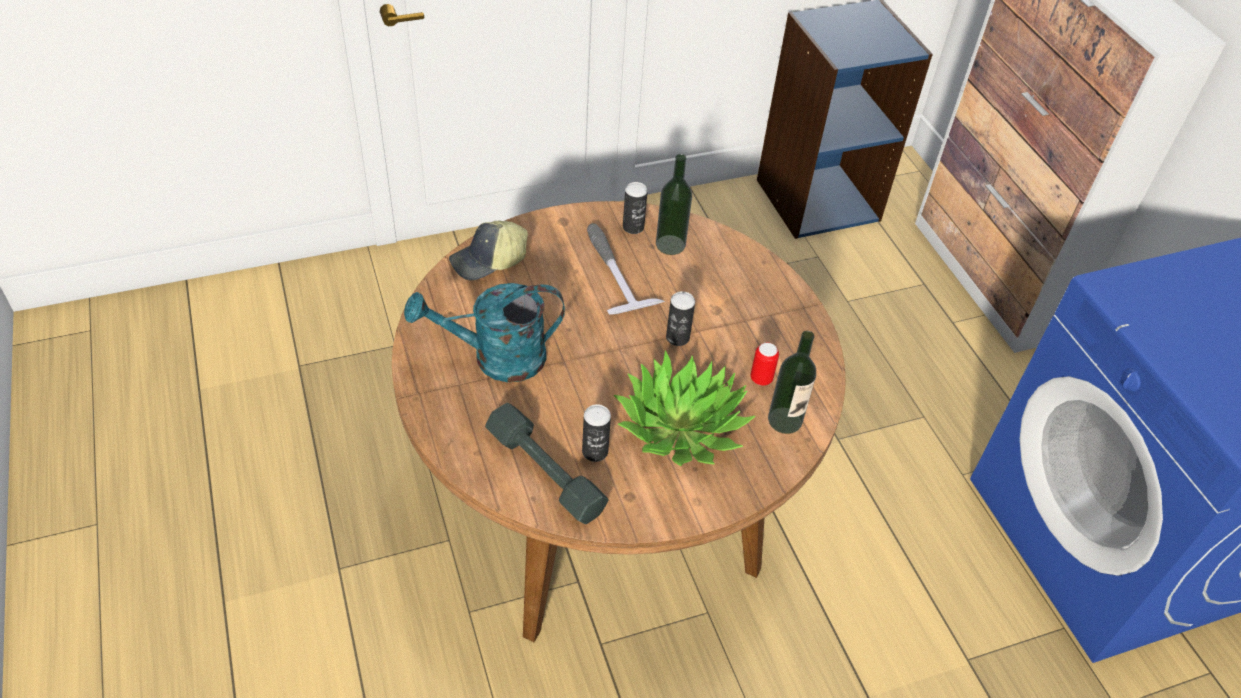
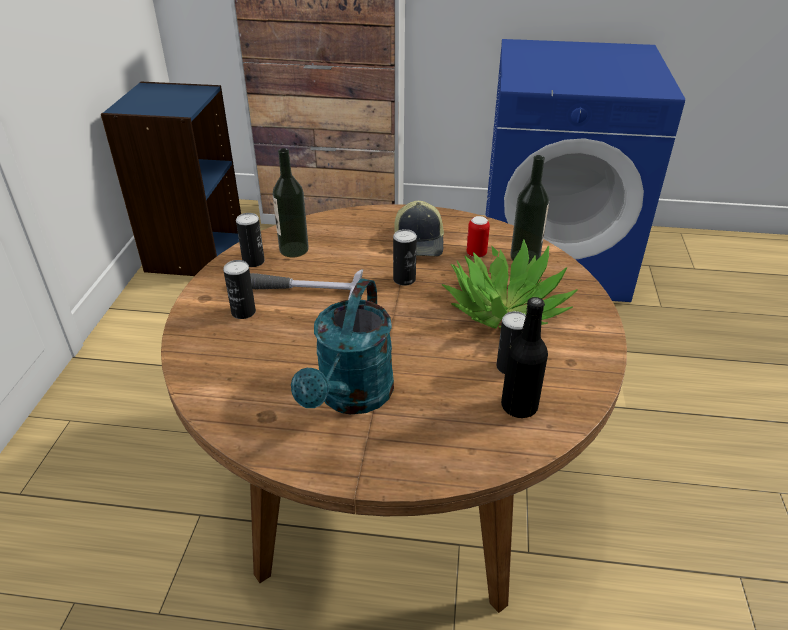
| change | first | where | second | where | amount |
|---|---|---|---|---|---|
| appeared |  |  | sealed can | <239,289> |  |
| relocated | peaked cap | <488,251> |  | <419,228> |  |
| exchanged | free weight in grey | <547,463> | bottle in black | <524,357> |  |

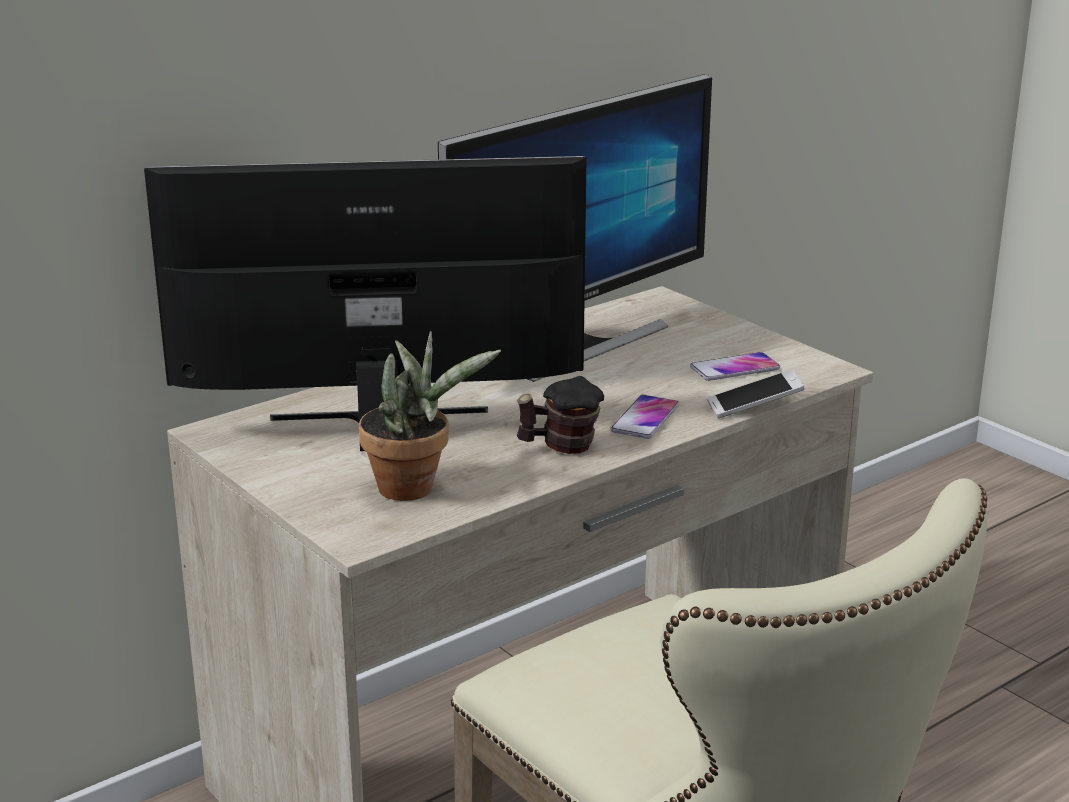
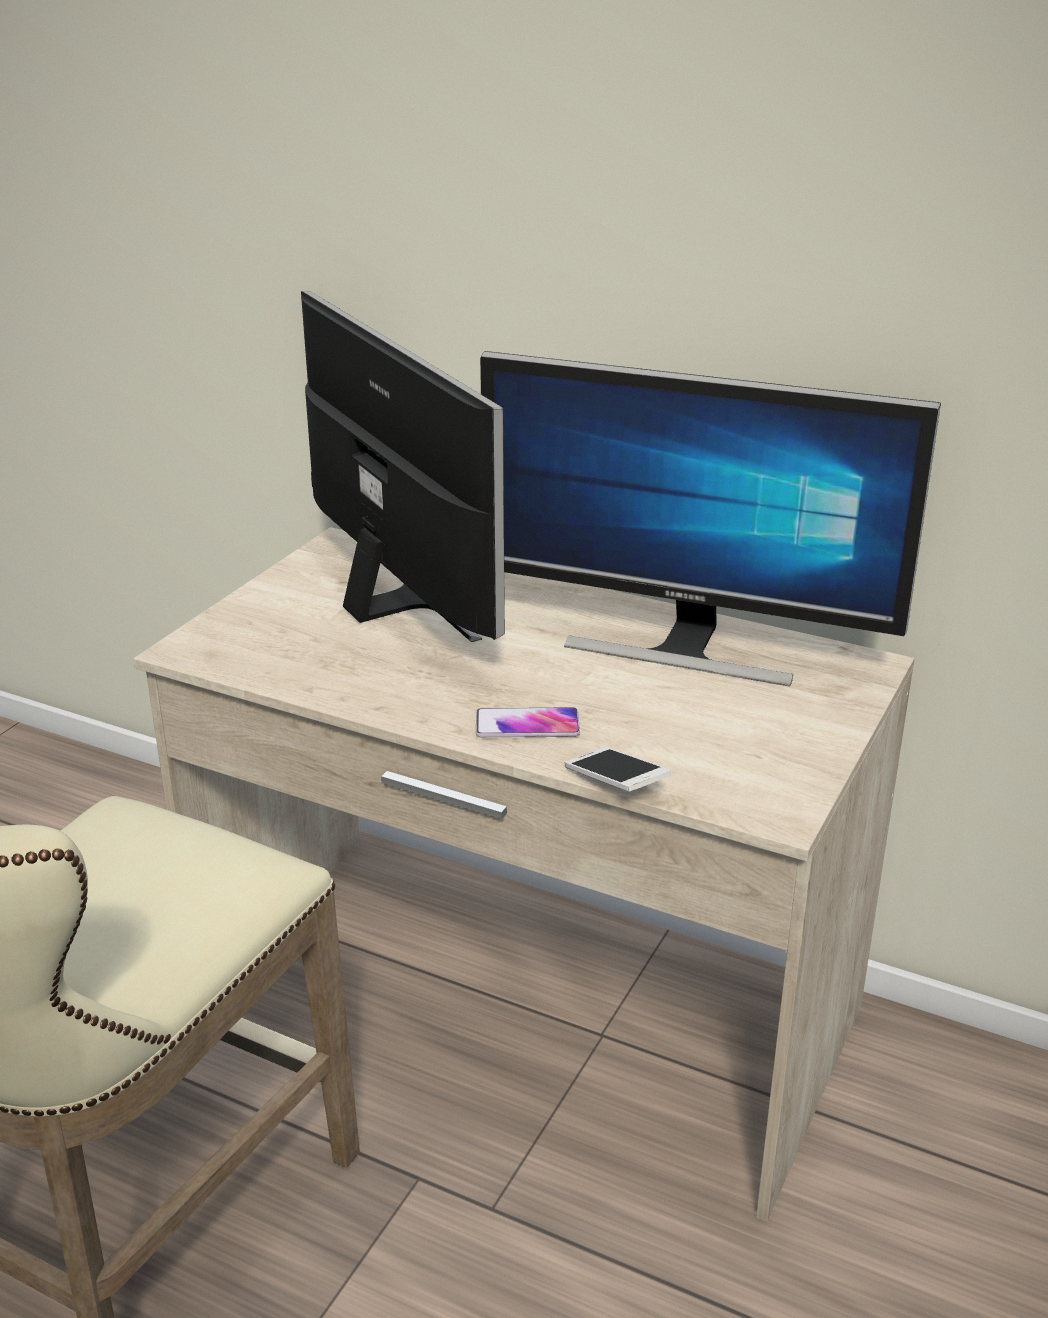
| change | first | where | second | where | amount |
|---|---|---|---|---|---|
| missing | houseplant | <430,416> |  |  |  |
| missing | mug | <560,415> |  |  |  |
| missing | phone | <735,366> |  |  |  |

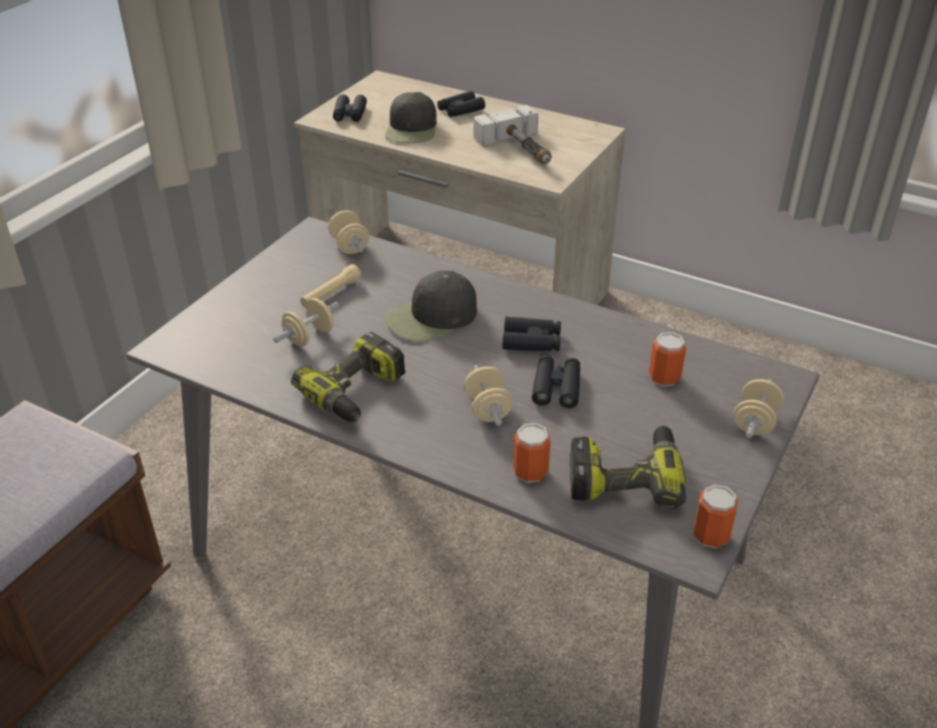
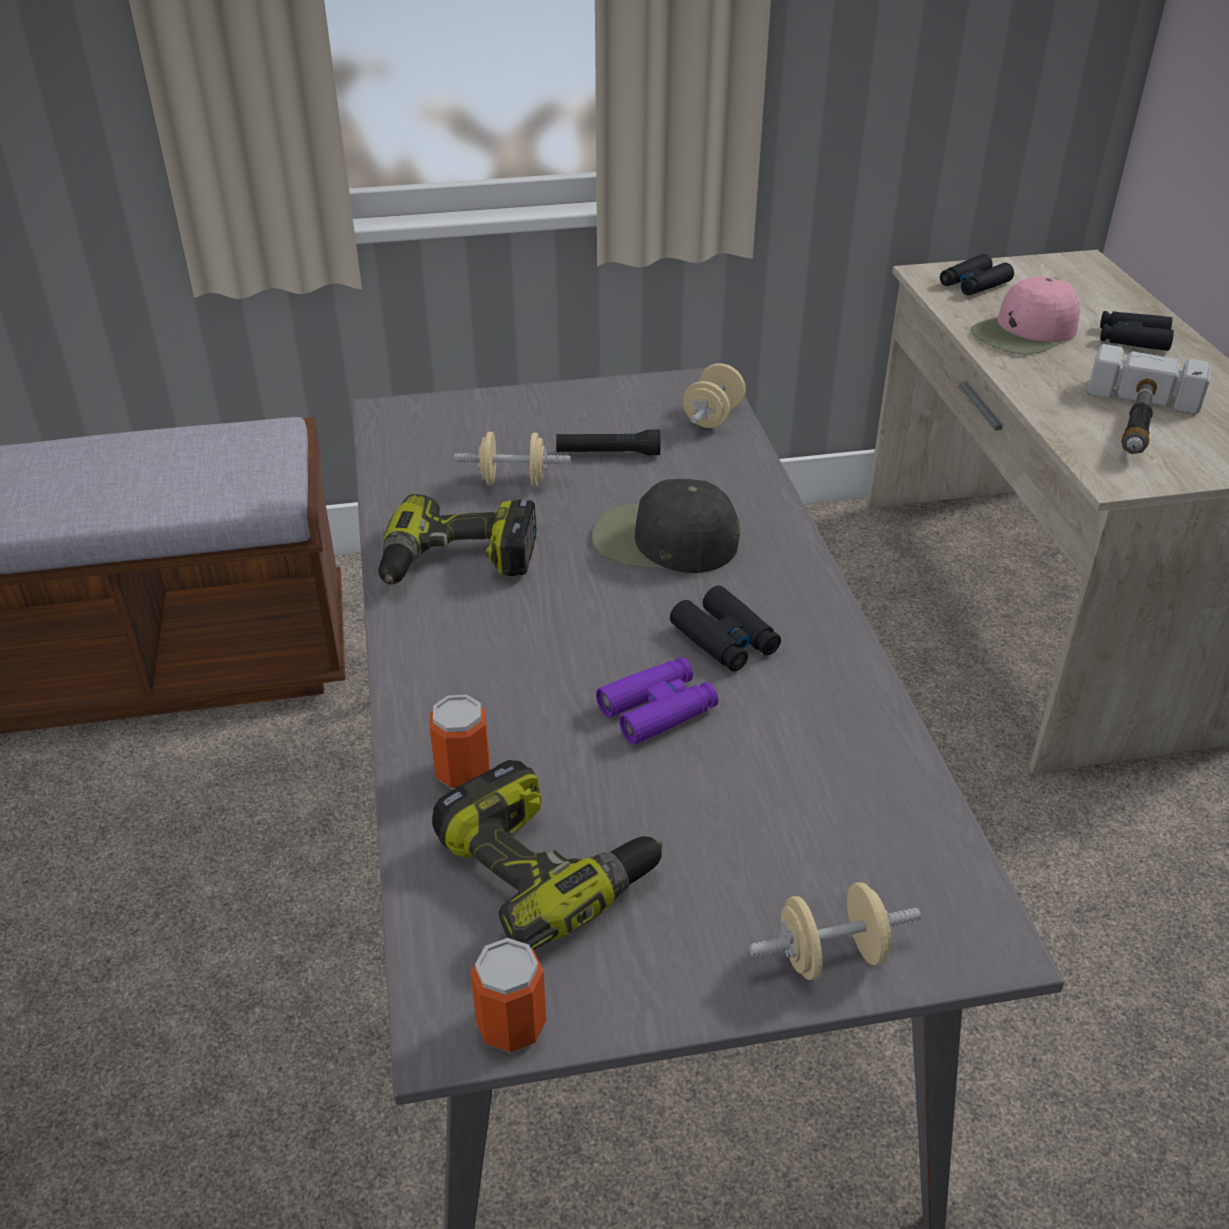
| change | first | where | second | where | amount |
|---|---|---|---|---|---|
| missing | free weight in sand-coloured | <488,395> |  |  |  |
| missing | sealed can | <667,359> |  |  |  |
| colour | hand torch in sand-coloured | <331,286> | hand torch in black | <608,442> |  |
| colour | peaked cap in black | <411,117> | peaked cap in pinkish | <1025,315> |  |
| colour | pair of binoculars in black | <556,382> | pair of binoculars in purple-coloured | <657,701> |  |

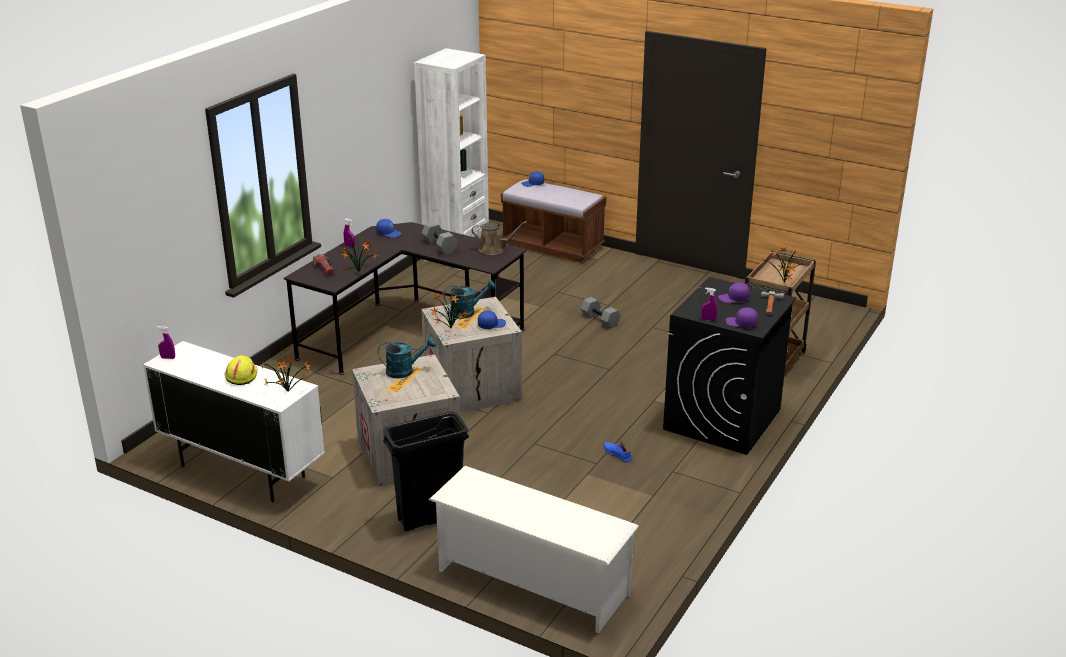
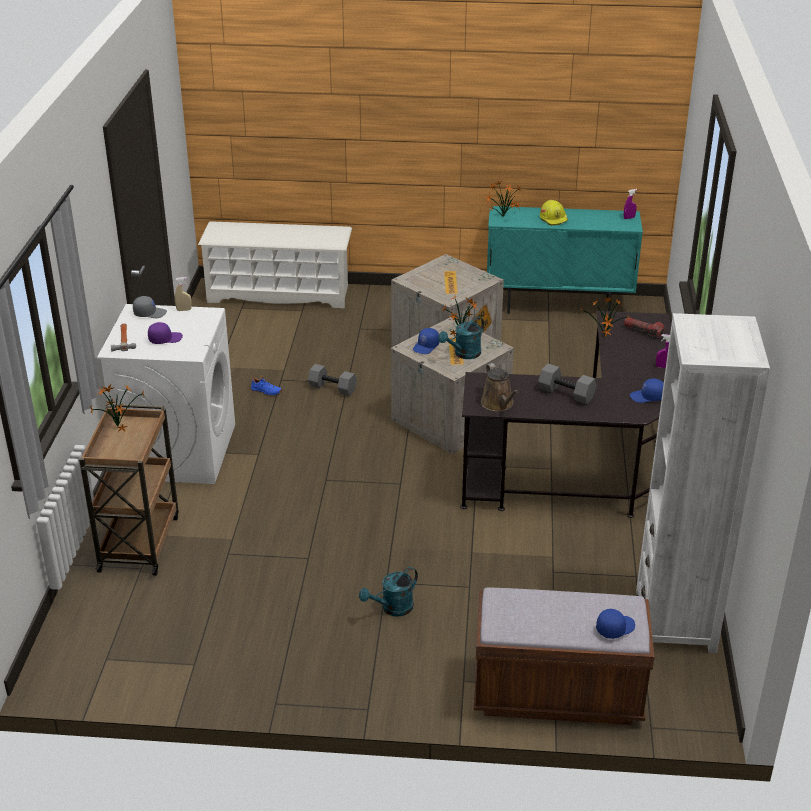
| change | first | where | second | where | amount |
|---|---|---|---|---|---|
| missing | rubbish bin in black | <426,471> |  |  |  |
| relocated | sprinkling can in turquoise-coloured | <407,357> |  | <388,592> |  |
| relocated | free weight in grey | <601,313> |  | <332,380> |  |
| colour | storage cabinet in white | <234,421> | storage cabinet in turquoise-coloured | <565,260> |  |
| colour | laundry machine in black | <729,366> | laundry machine in white | <166,394> |  |
| colour | sprayer in purple-coloured | <709,304> | sprayer in sand-coloured | <183,294> |  |
| colour | peaked cap in purple-coloured | <741,317> | peaked cap in grey | <150,307> |  |
| spun | sprinkling can in brownish | <499,238> |  | <499,387> | 90 degrees counterclockwise |

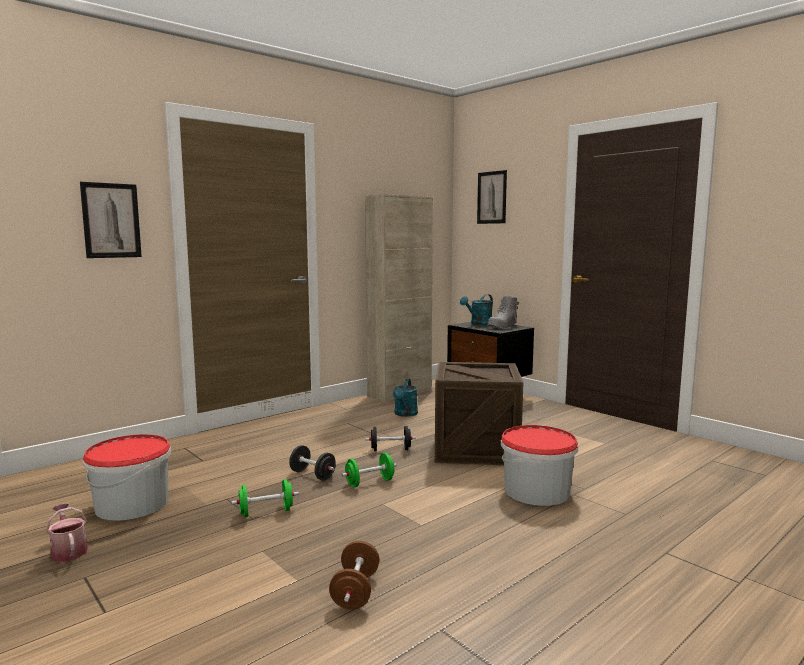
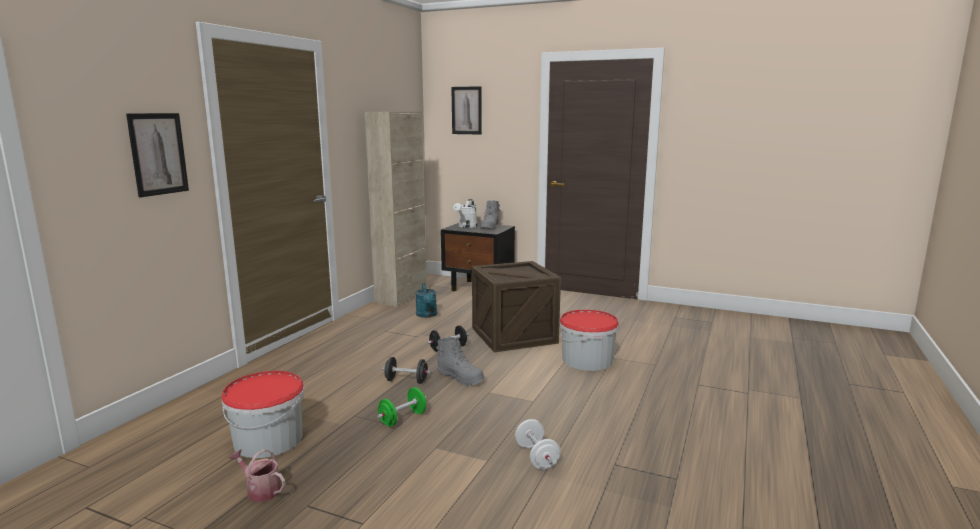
| change | first | where | second | where | amount |
|---|---|---|---|---|---|
| exchanged | free weight in green | <369,470> | high-top boot in grey | <460,361> |  |
| colour | free weight in brownish | <354,575> | free weight in white | <537,444> |  |
| colour | sprinkling can in turquoise-coloured | <476,310> | sprinkling can in white | <465,213> |  |

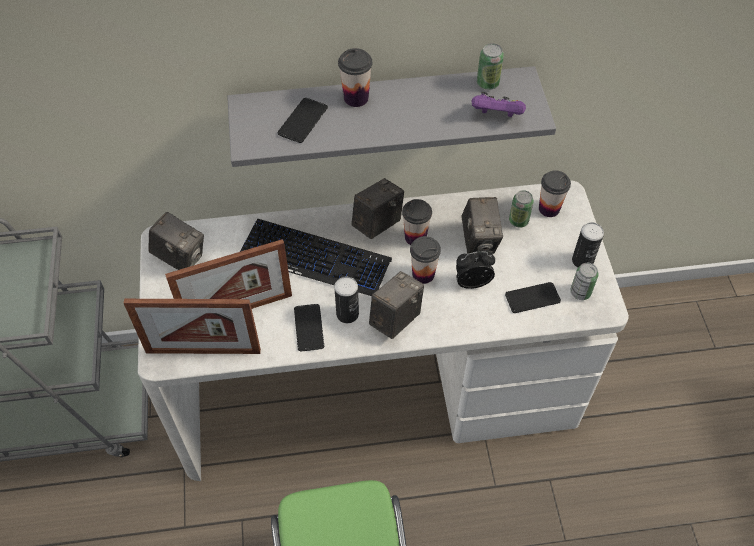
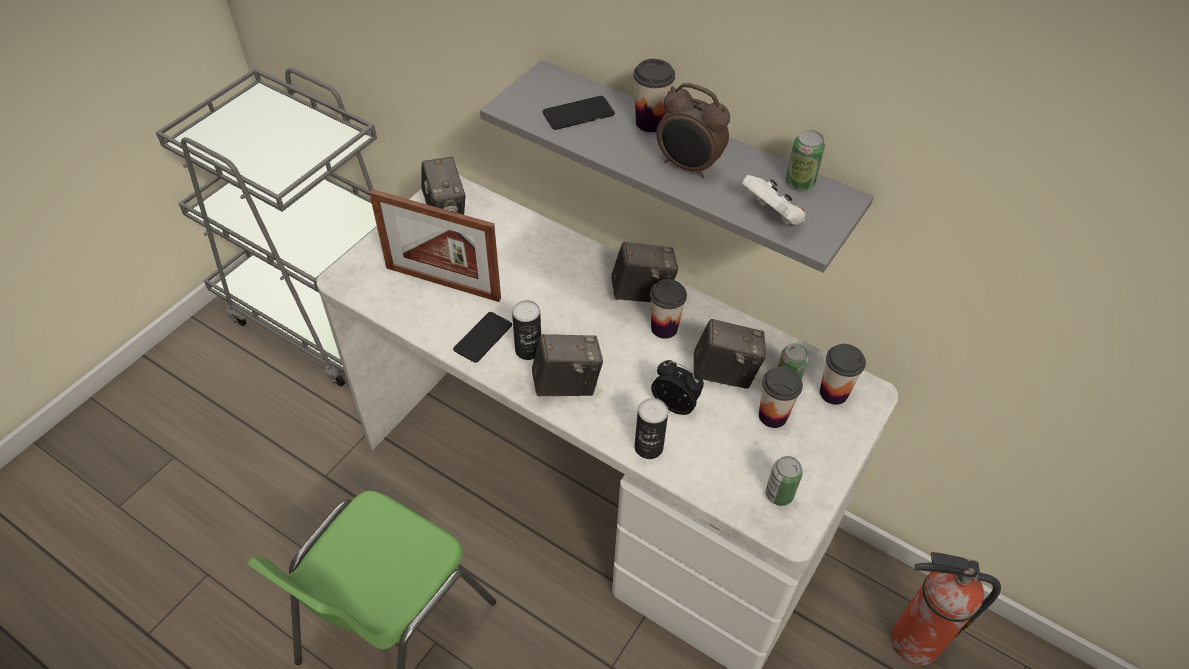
| change | first | where | second | where | amount |
|---|---|---|---|---|---|
| missing | standing frame | <192,326> |  |  |  |
| missing | computer keyboard | <316,257> |  |  |  |
| missing | phone | <533,297> |  |  |  |
| appeared |  |  | table clock | <693,130> |  |
| appeared |  |  | fire extinguisher | <946,609> |  |
| relocated | small cup | <425,260> |  | <781,397> |  |
| relocated | sealed can | <588,245> |  | <651,428> |  |
| colour | joypad in purple-coloured | <499,104> | joypad in white | <774,200> |  |
| spun | photo camera | <482,226> |  | <730,354> | 120 degrees counterclockwise |

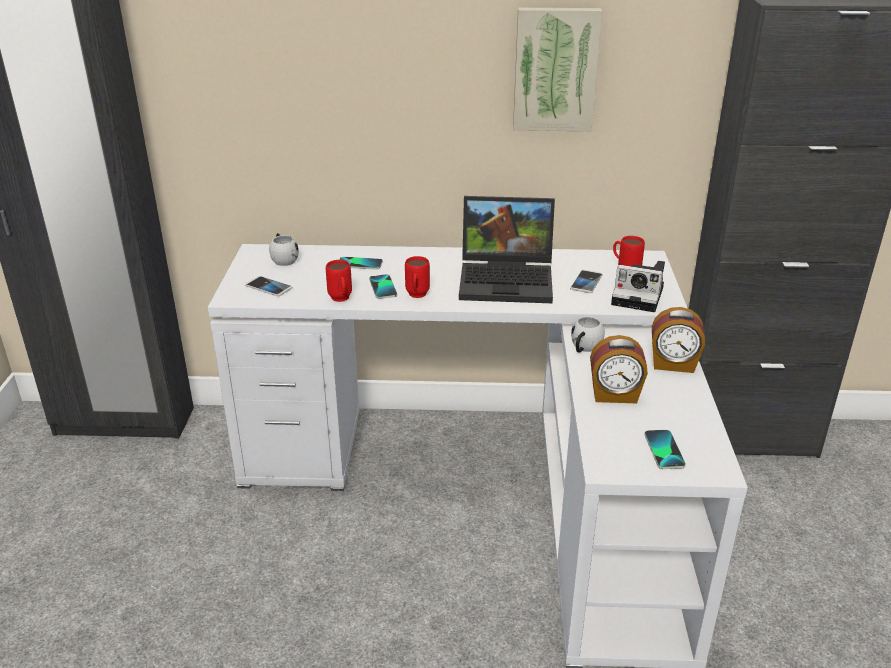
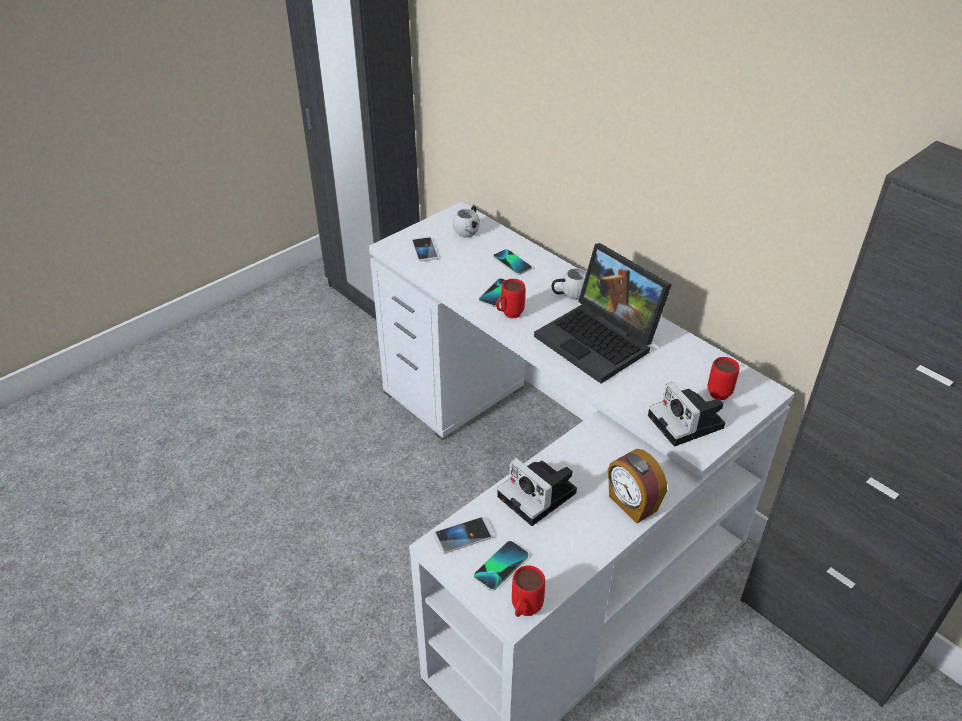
| change | first | where | second | where | amount |
|---|---|---|---|---|---|
| missing | picture | <557,69> |  |  |  |
| relocated | mug in red-coloured | <339,281> |  | <528,591> |  |
| relocated | phone | <586,281> |  | <463,535> |  |
| relocated | mug in white | <588,334> |  | <569,284> |  |
| exchanged | table clock | <619,369> | photo camera | <537,492> |  |

